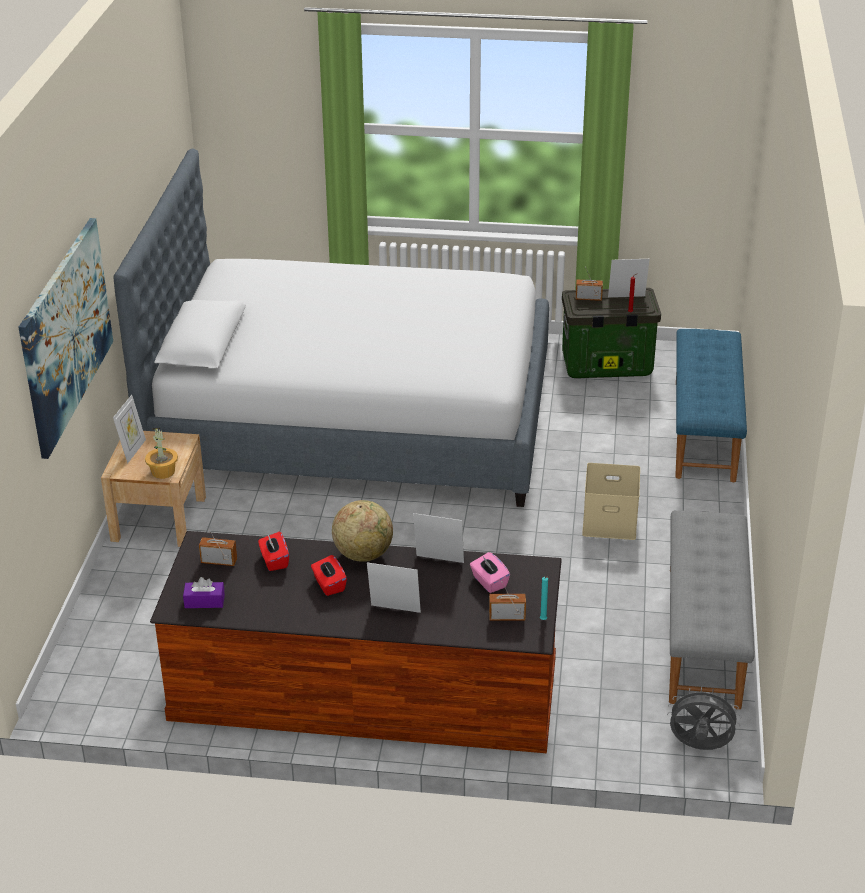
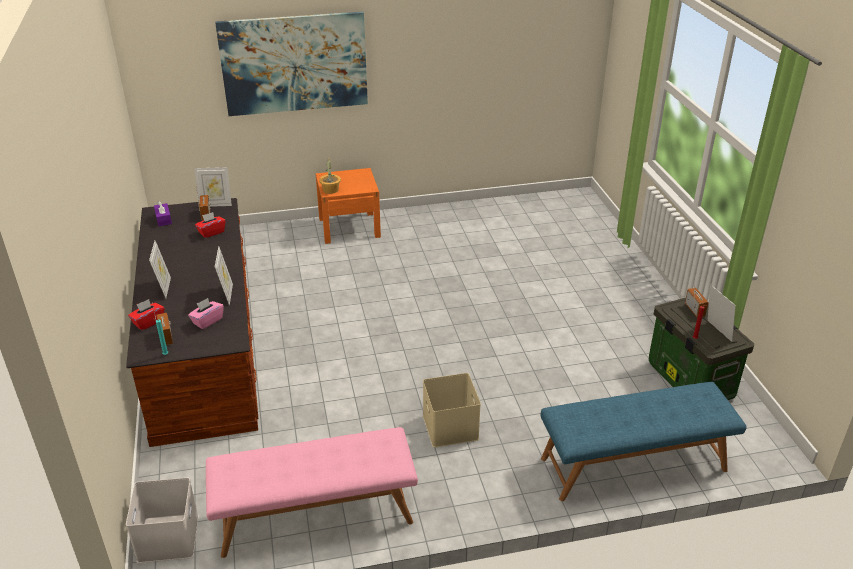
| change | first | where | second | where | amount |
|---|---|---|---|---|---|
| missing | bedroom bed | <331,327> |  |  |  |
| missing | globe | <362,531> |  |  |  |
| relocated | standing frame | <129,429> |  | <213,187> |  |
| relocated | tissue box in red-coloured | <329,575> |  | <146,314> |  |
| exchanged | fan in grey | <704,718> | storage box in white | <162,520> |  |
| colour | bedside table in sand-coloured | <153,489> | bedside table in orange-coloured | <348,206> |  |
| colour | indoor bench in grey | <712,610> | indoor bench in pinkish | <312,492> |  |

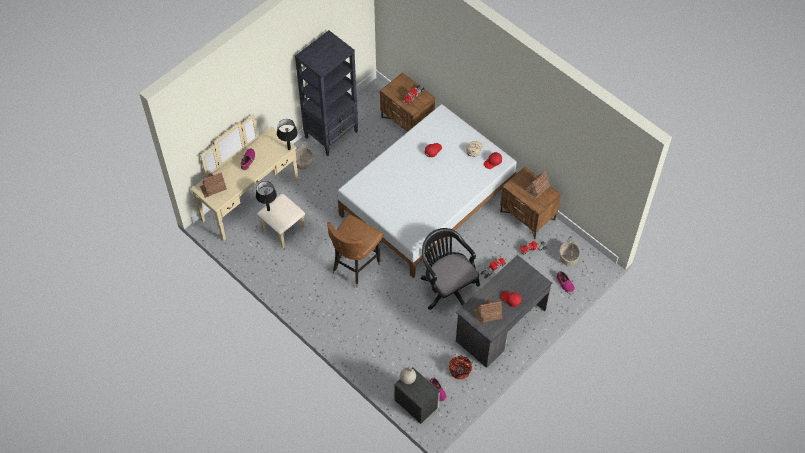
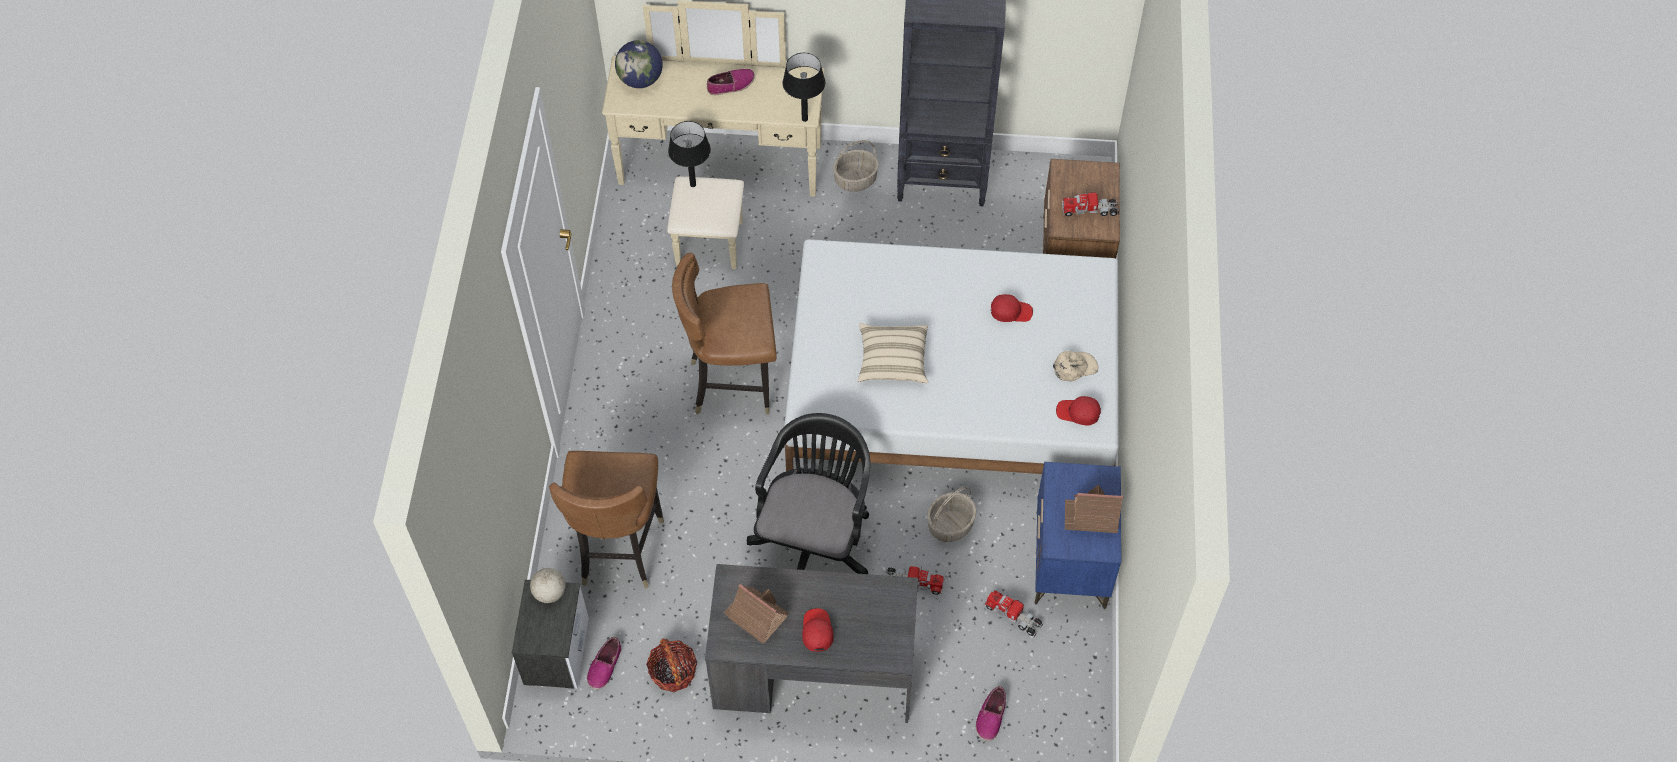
| change | first | where | second | where | amount |
|---|---|---|---|---|---|
| appeared |  |  | chair in brownish | <606,520> |  |
| appeared |  |  | throw pillow in sand-coloured | <893,353> |  |
| relocated | storage basket | <569,251> |  | <952,514> |  |
| exchanged | toy house | <213,185> | globe | <639,64> |  |
| colour | bedside table in brownish | <530,203> | bedside table in blue | <1077,535> |  |

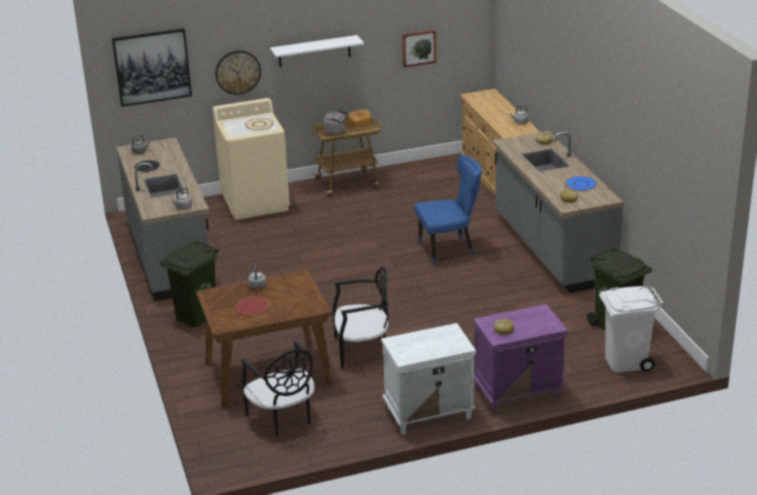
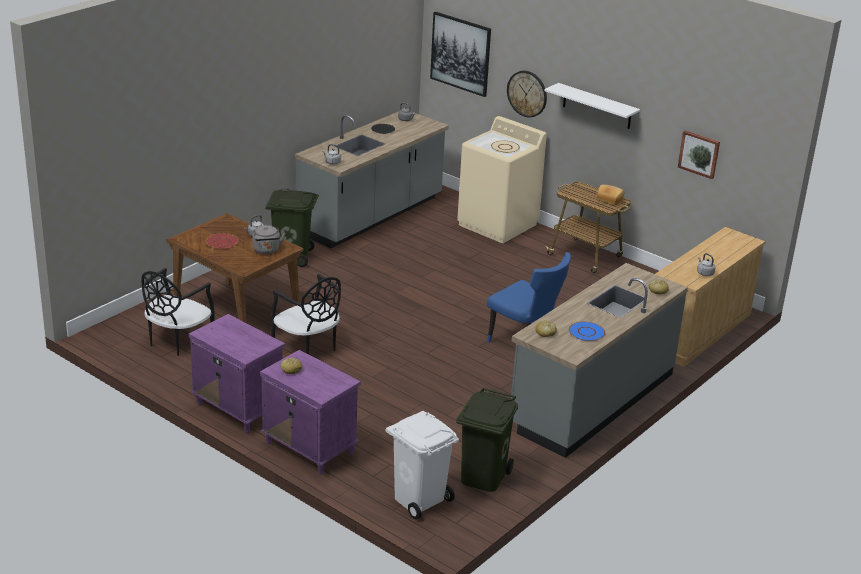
| change | first | where | second | where | amount |
|---|---|---|---|---|---|
| relocated | water kettle in grey | <336,123> |  | <268,239> |  |
| colour | bedside table in white | <428,378> | bedside table in purple-coloured | <237,373> |  |

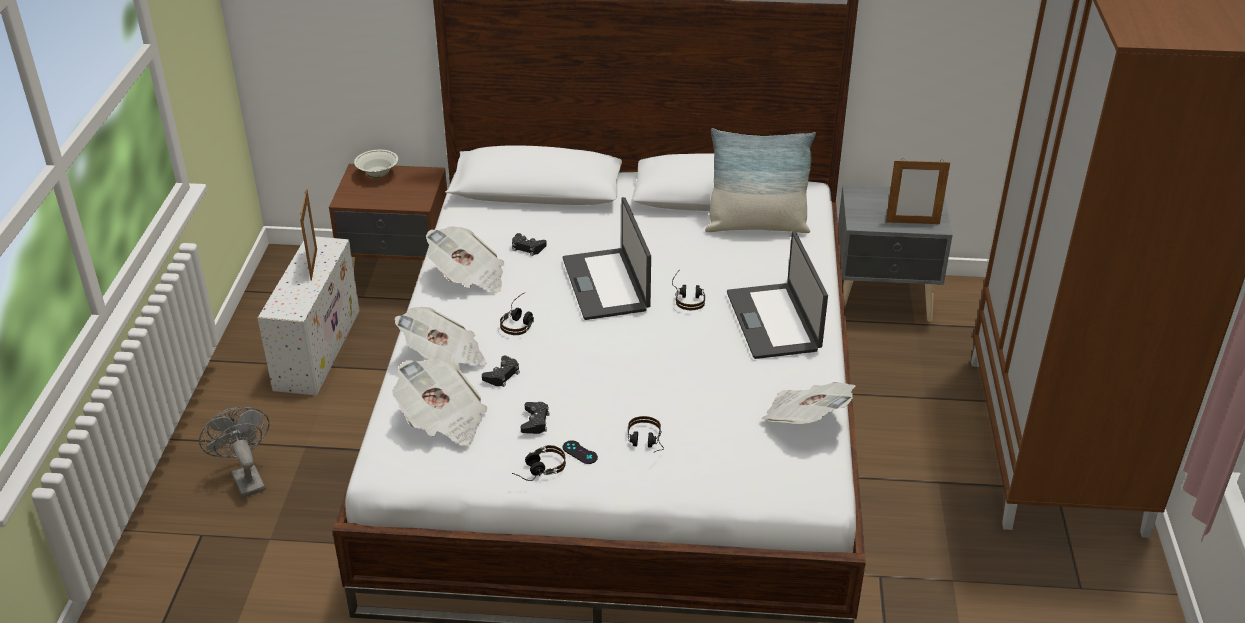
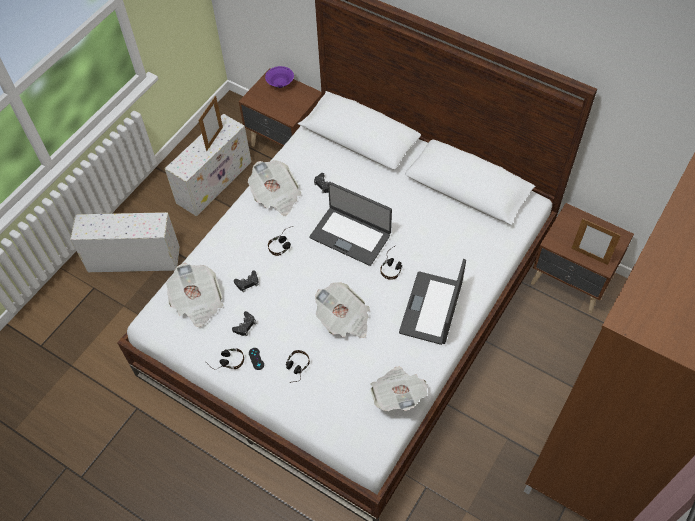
| change | first | where | second | where | amount |
|---|---|---|---|---|---|
| missing | throw pillow | <760,180> |  |  |  |
| relocated | daily paper | <441,337> |  | <342,310> |  |
| exchanged | fan in grey | <234,452> | storage box in white | <125,242> |  |
| colour | bowl in white | <376,164> | bowl in purple-coloured | <279,77> |  |
| colour | bedside table in grey | <895,253> | bedside table in brownish | <582,258> |  |
| spun | laptop | <607,258> |  | <350,224> | 75 degrees counterclockwise |

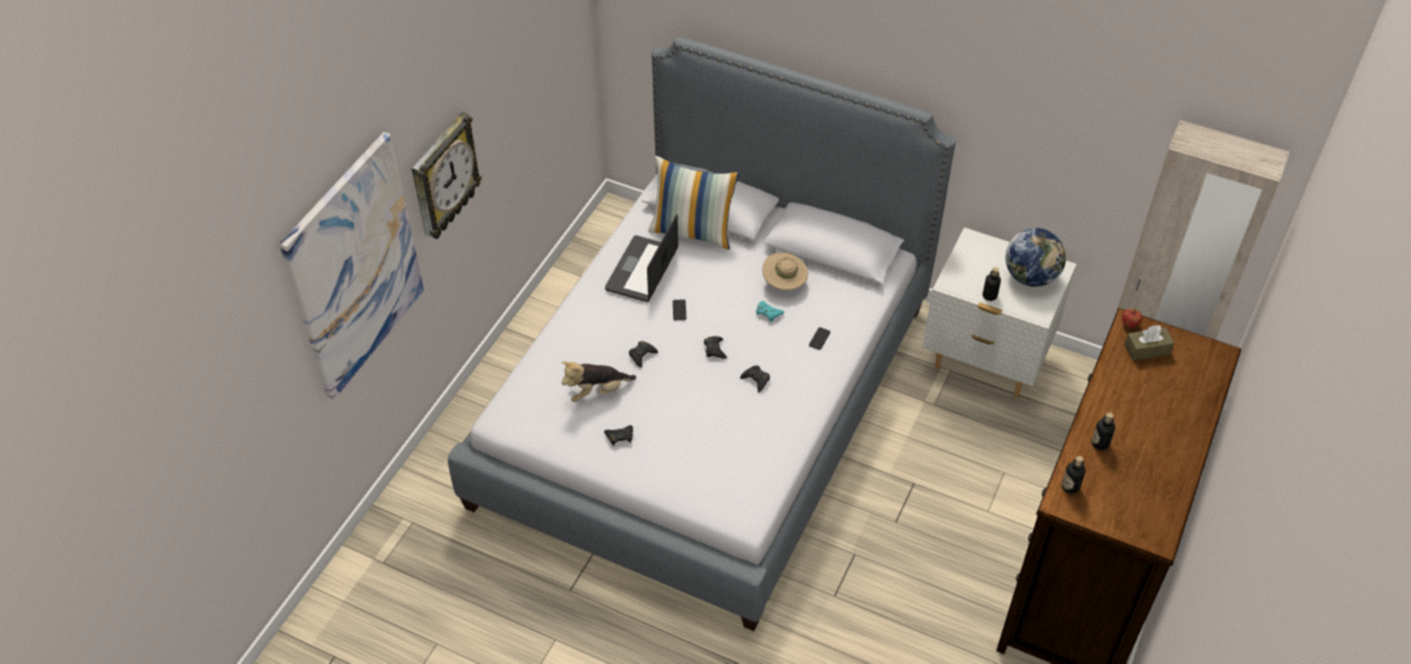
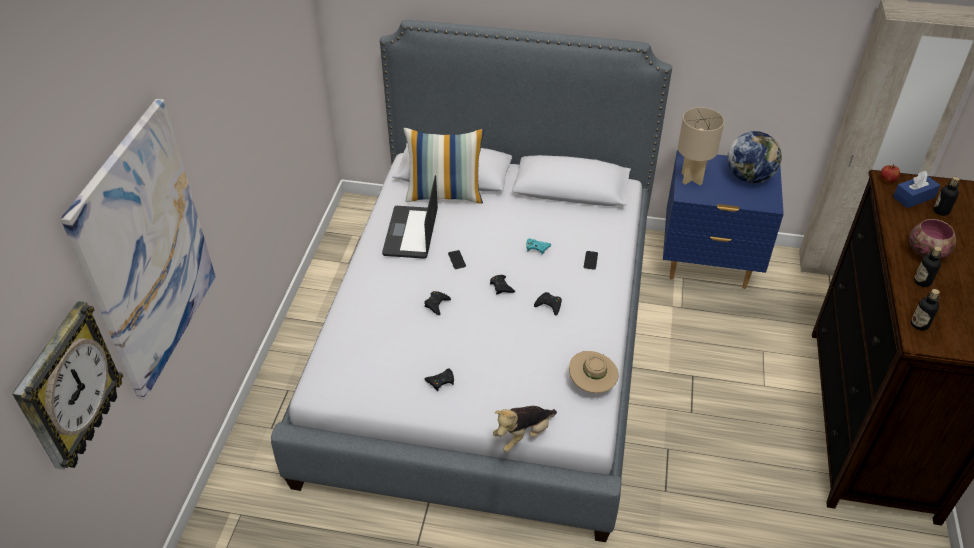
| change | first | where | second | where | amount |
|---|---|---|---|---|---|
| appeared |  |  | tabletop lamp in sand-coloured | <701,146> |  |
| appeared |  |  | bowl | <932,239> |  |
| relocated | wall clock | <446,175> |  | <67,385> |  |
| relocated | soft toy | <599,381> |  | <525,429> |  |
| relocated | clothing hat in sand-coloured | <785,271> |  | <594,372> |  |
| relocated | bottle | <992,284> |  | <946,196> |  |
| colour | bedside table in white | <999,312> | bedside table in blue | <723,219> |  |
| colour | tissue box in brownish | <1149,343> | tissue box in blue | <916,189> |  |

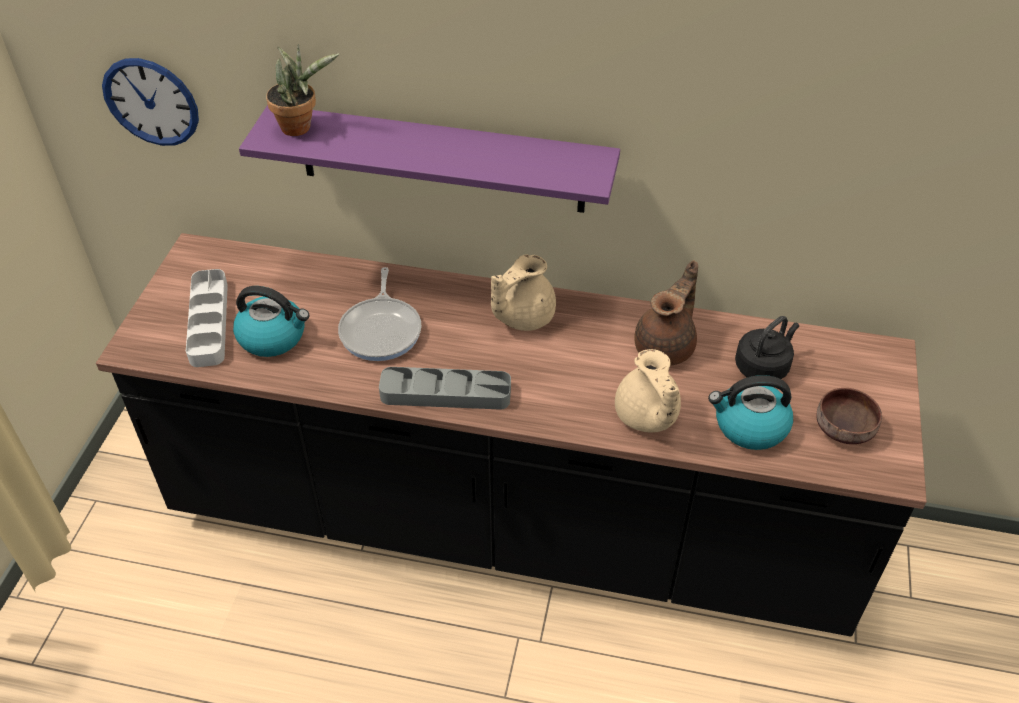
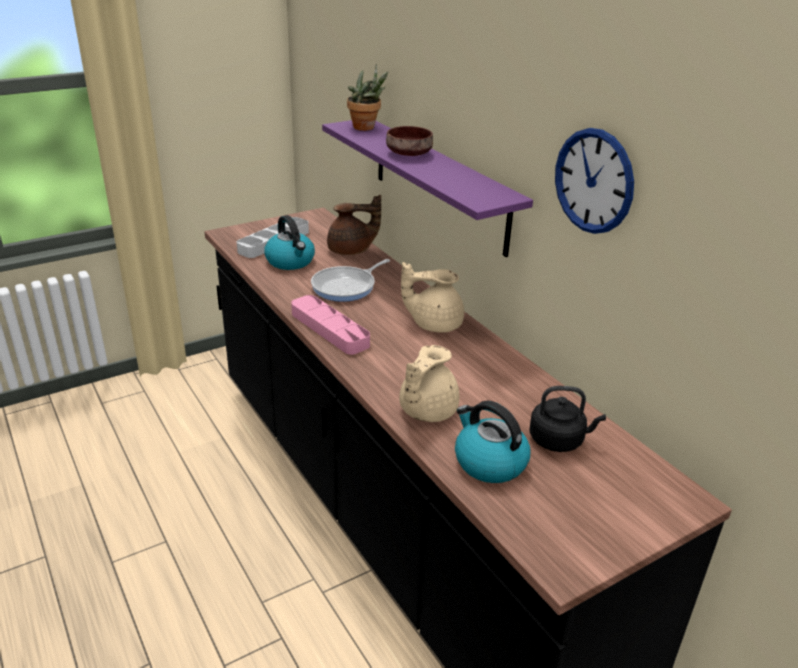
| change | first | where | second | where | amount |
|---|---|---|---|---|---|
| relocated | wall clock | <150,102> |  | <594,181> |  |
| relocated | teapot in brownish | <666,312> |  | <354,225> |  |
| relocated | bowl in brownish | <849,416> |  | <409,141> |  |
| colour | tray in grey | <445,388> | tray in pinkish | <330,325> |  |

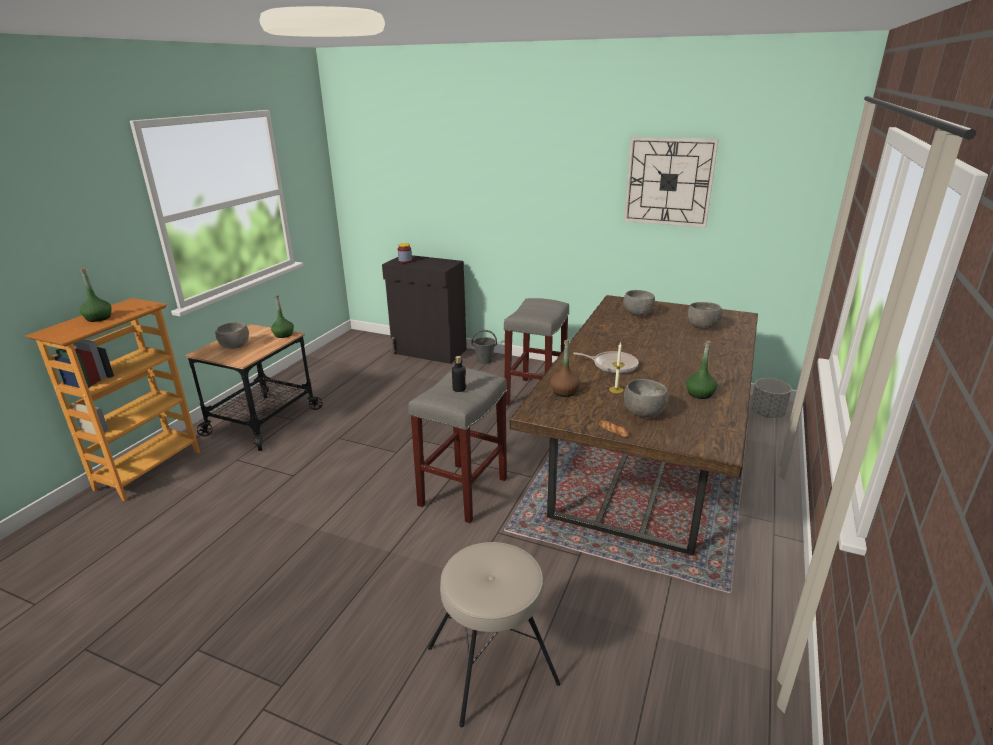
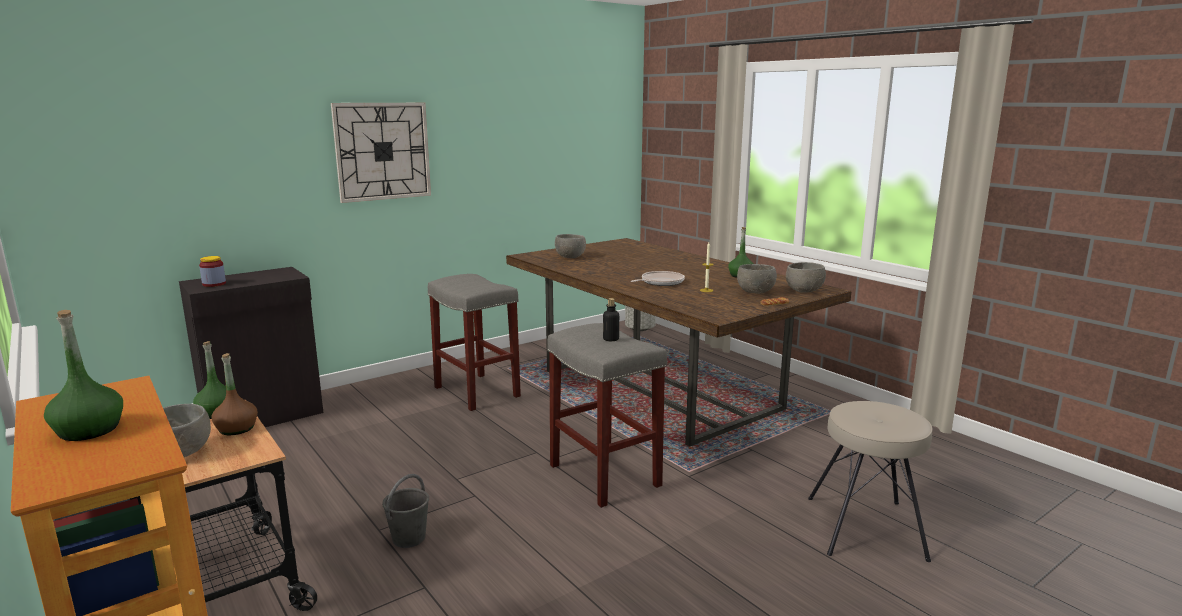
| change | first | where | second | where | amount |
|---|---|---|---|---|---|
| relocated | pail in grey | <484,347> |  | <405,511> |  |
| relocated | bottle in brownish | <565,368> |  | <235,394> |  |
| relocated | wall clock | <671,182> |  | <381,153> |  |
| relocated | bowl in grey | <705,315> |  | <806,277> |  |

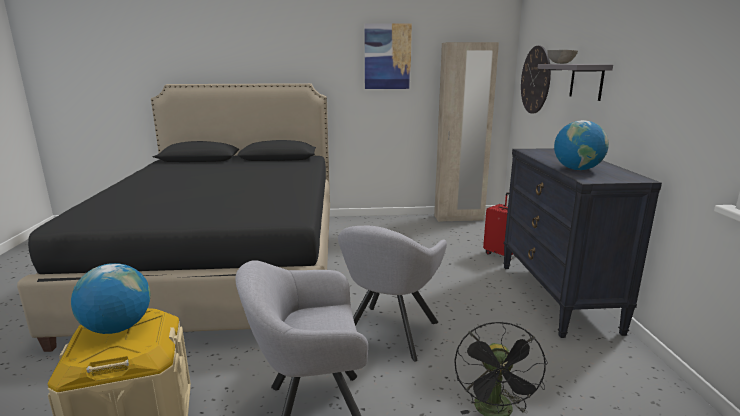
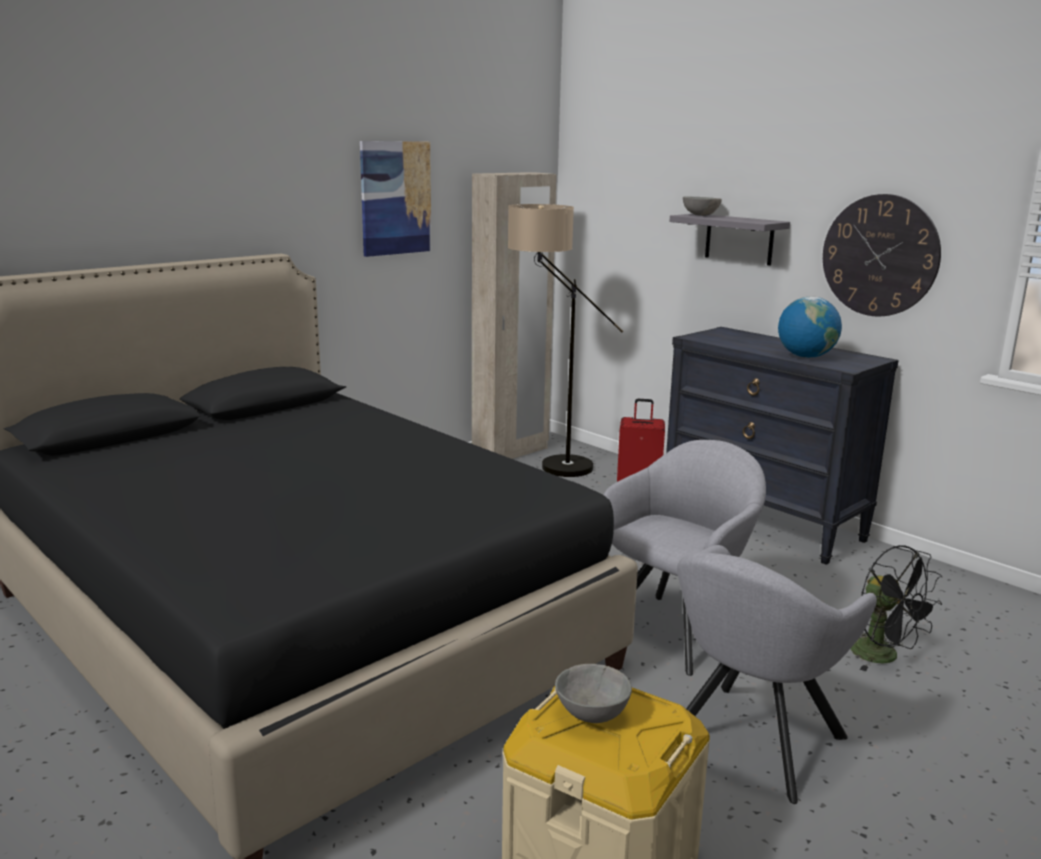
| change | first | where | second | where | amount |
|---|---|---|---|---|---|
| appeared |  |  | standing lamp | <565,340> |  |
| relocated | wall clock | <536,79> |  | <882,255> |  |
| exchanged | globe | <110,298> | bowl in grey | <593,693> |  |
| spun | lounge chair in grey | <392,293> |  | <685,558> | 120 degrees counterclockwise |

